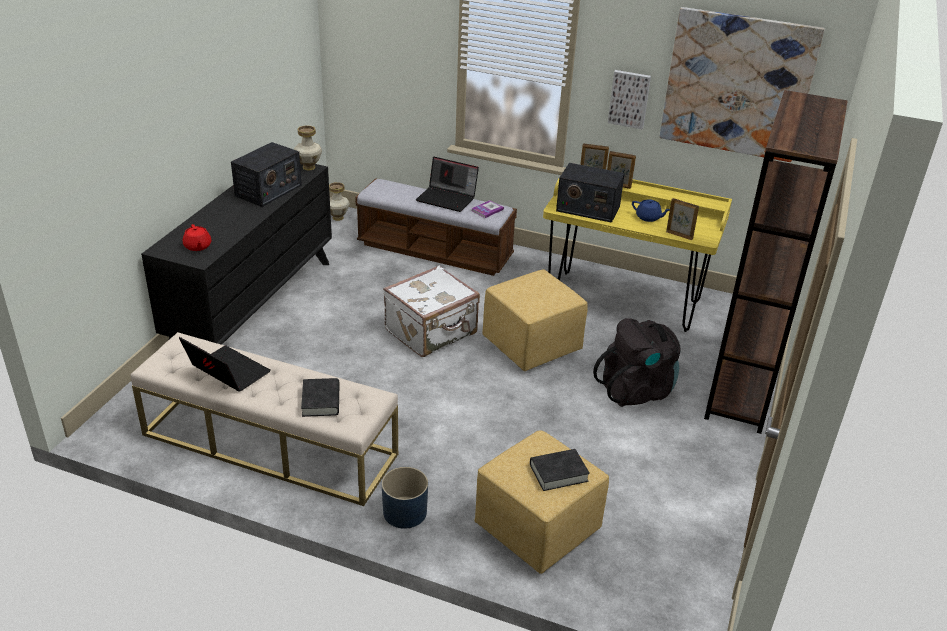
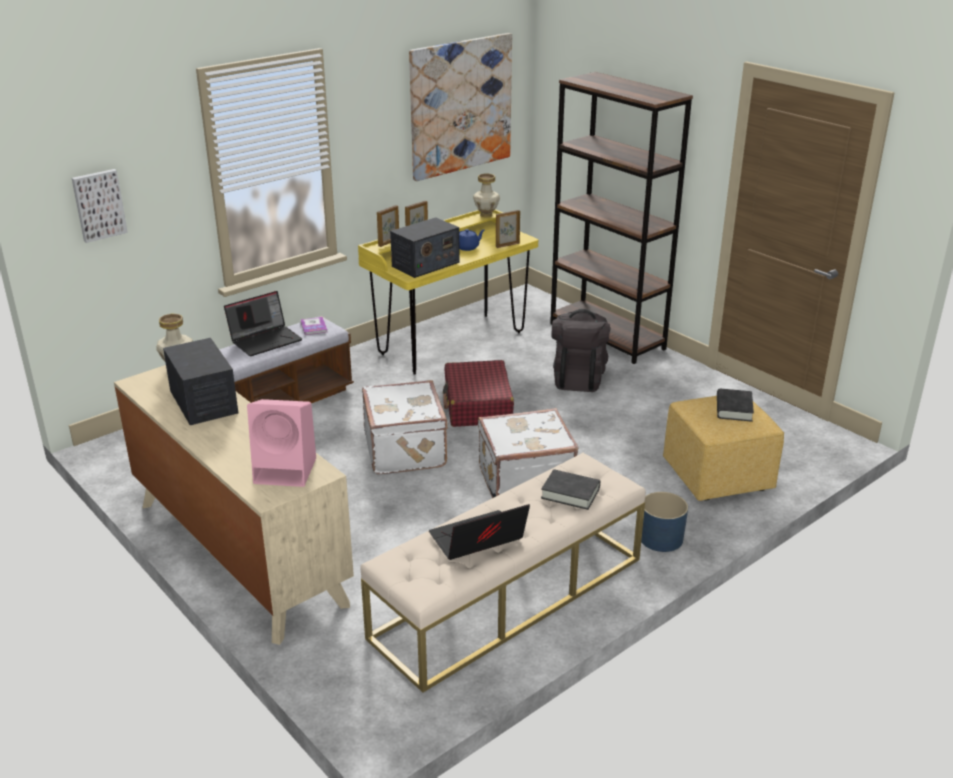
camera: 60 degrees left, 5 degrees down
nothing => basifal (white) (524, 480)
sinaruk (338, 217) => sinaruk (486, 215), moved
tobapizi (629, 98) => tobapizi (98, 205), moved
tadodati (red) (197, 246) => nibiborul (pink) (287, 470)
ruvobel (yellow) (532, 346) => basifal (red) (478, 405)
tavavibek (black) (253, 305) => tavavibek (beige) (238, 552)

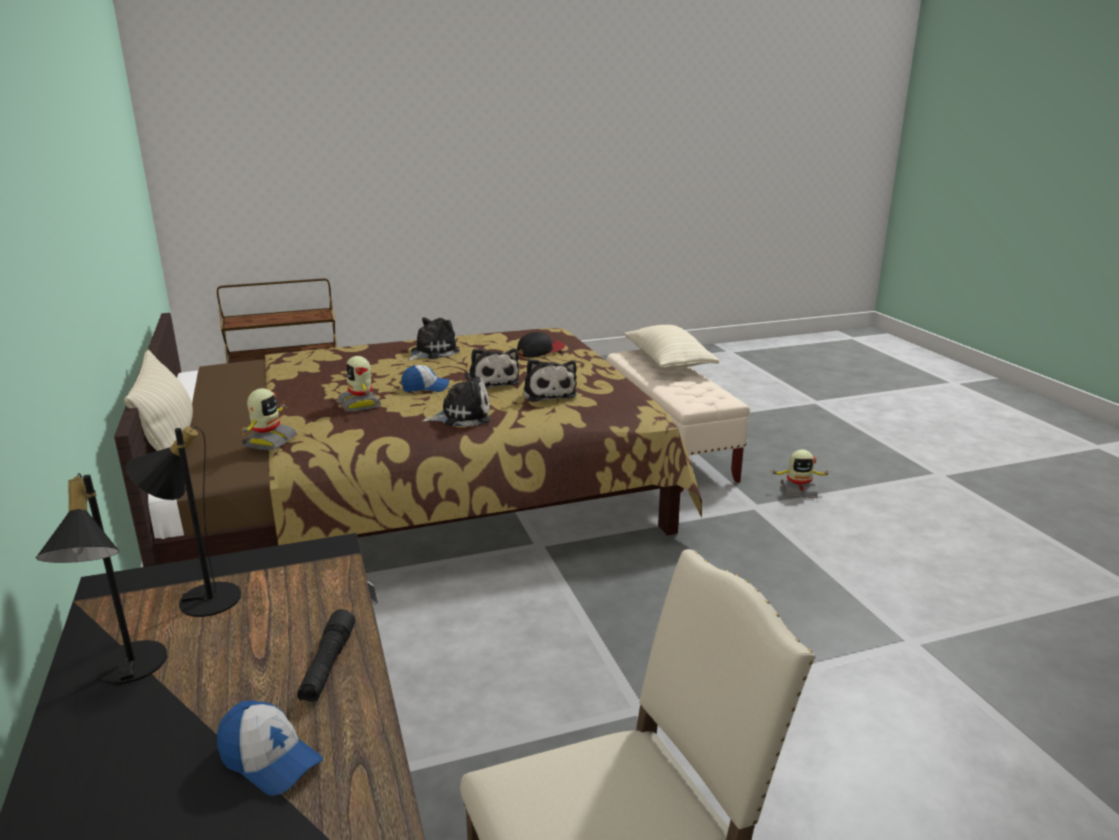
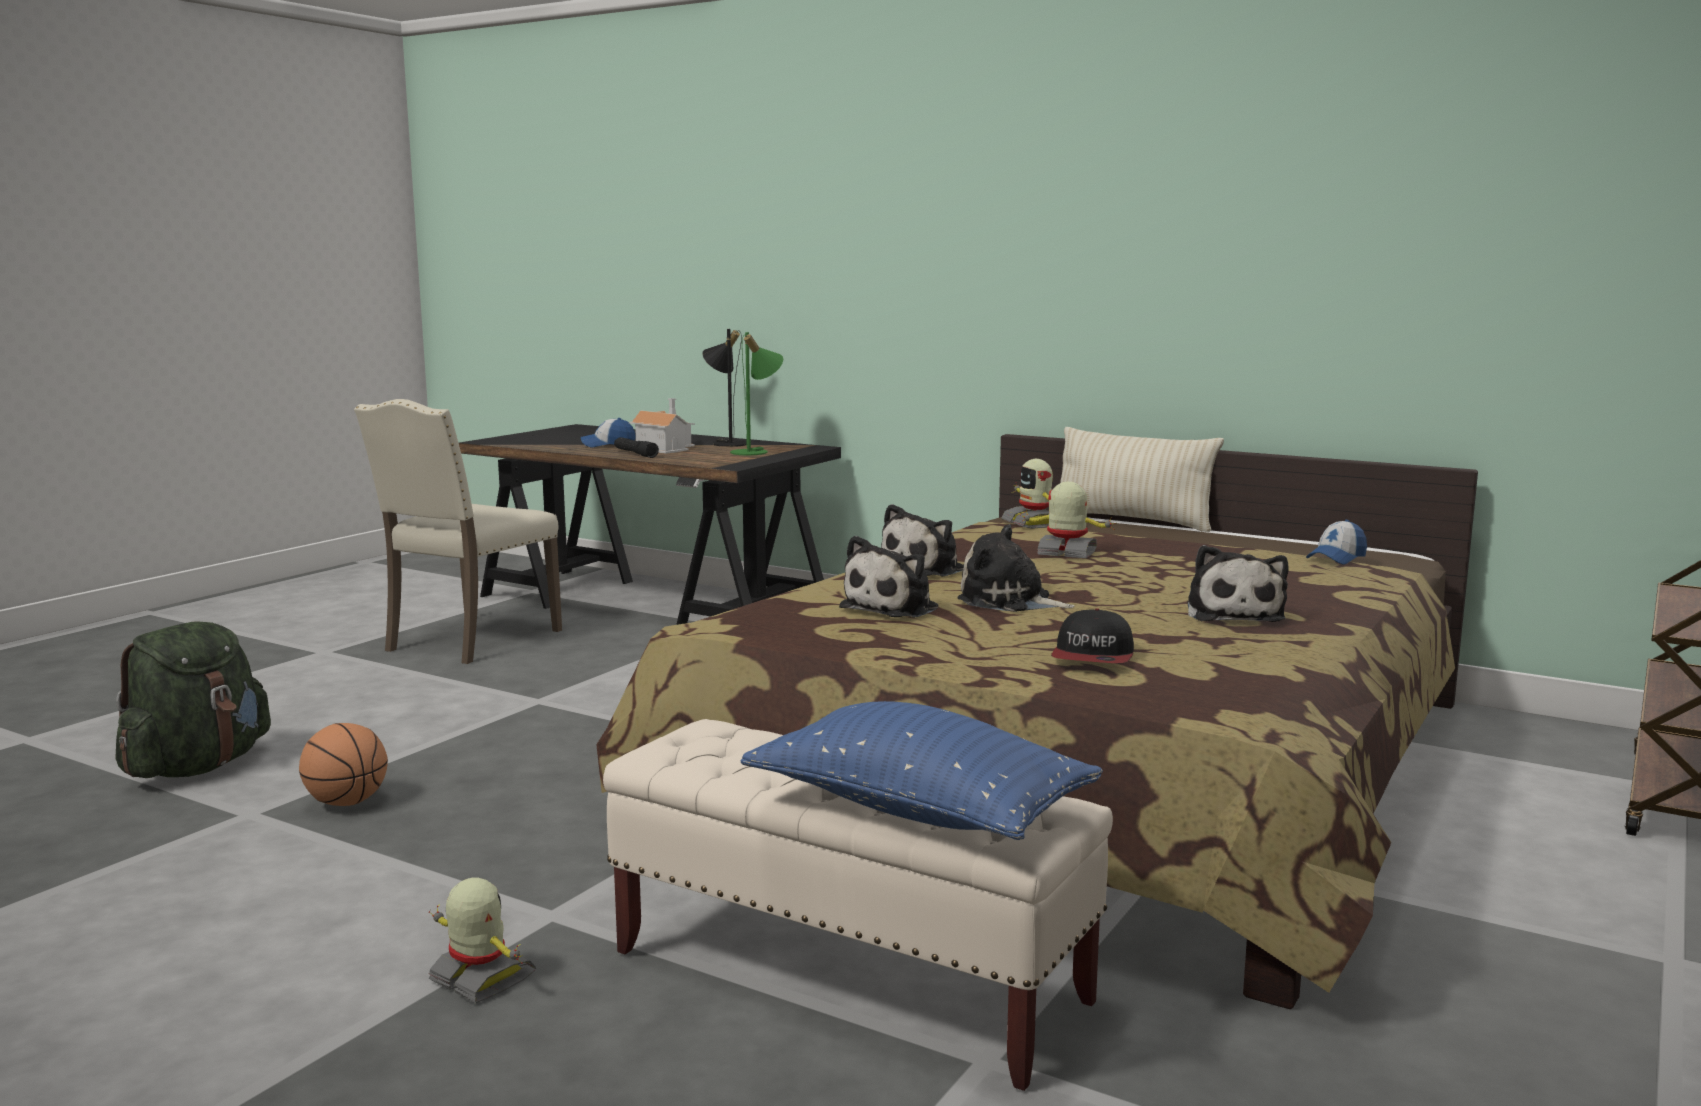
camera: 140 degrees right, 10 degrees down
nothing => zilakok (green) (197, 767)
nothing => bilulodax (347, 803)
nothing => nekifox (664, 448)
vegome (426, 388) => vegome (1336, 558), moved
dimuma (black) (199, 597) => dimuma (green) (756, 452)
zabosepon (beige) (668, 362) => zabosepon (blue) (919, 811)
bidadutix (549, 393) => bidadutix (894, 608), 90 degrees counterclockwise
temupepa (798, 491) => temupepa (480, 979), 75 degrees clockwise

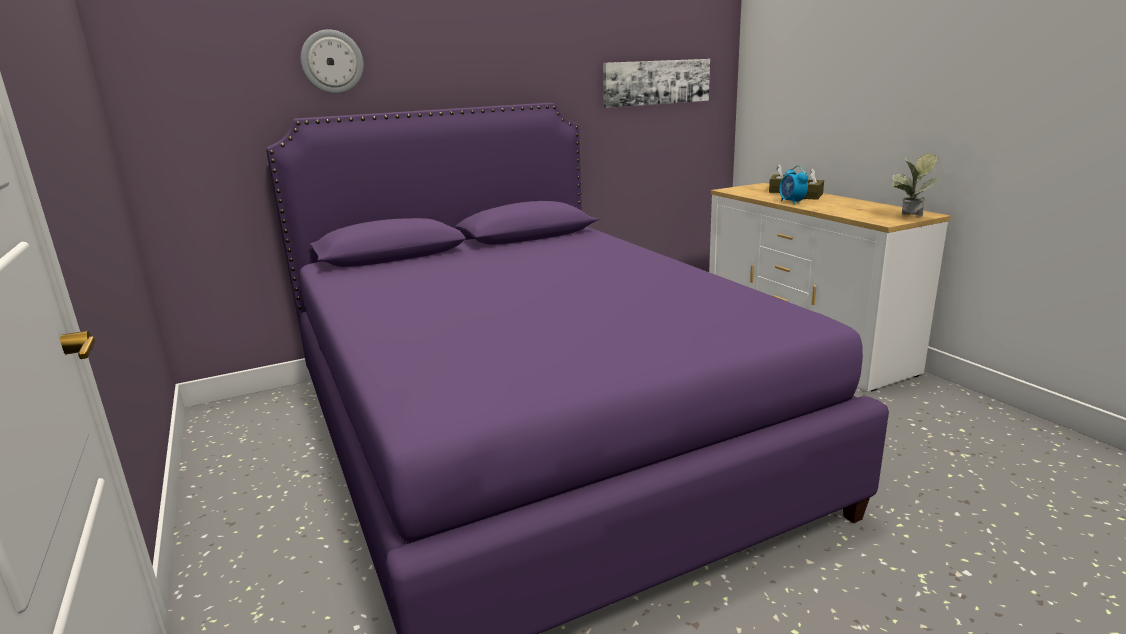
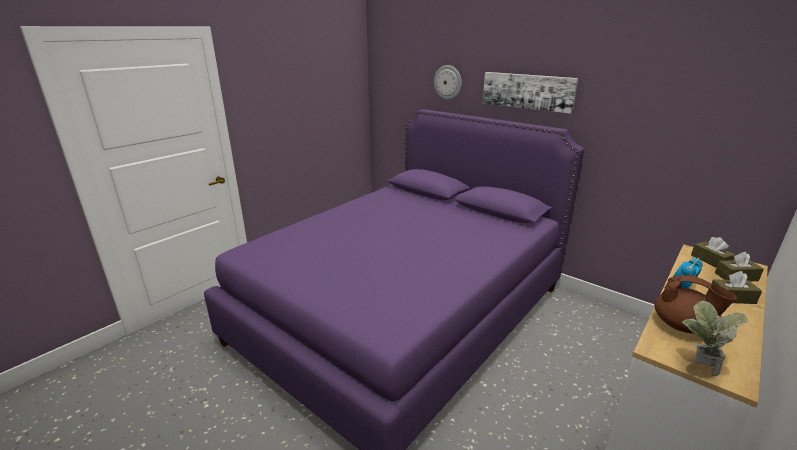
camera: 65 degrees right, 5 degrees up
nothing => tadodati (brown) (682, 326)
nothing => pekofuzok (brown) (710, 260)
tobapizi (656, 82) => tobapizi (527, 91), moved

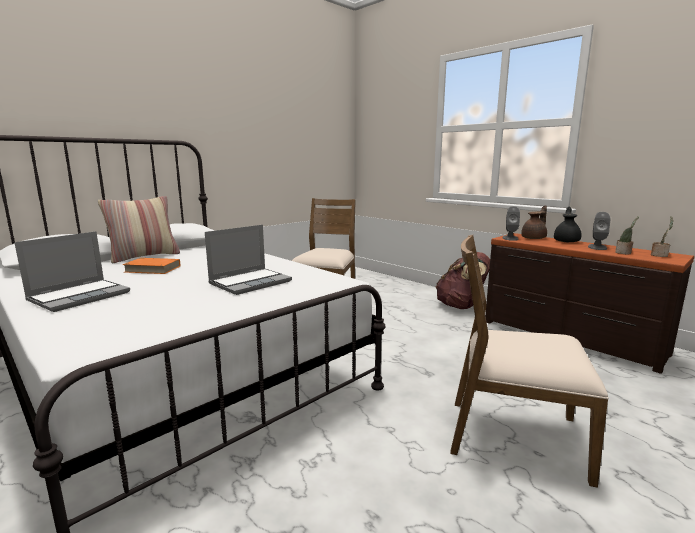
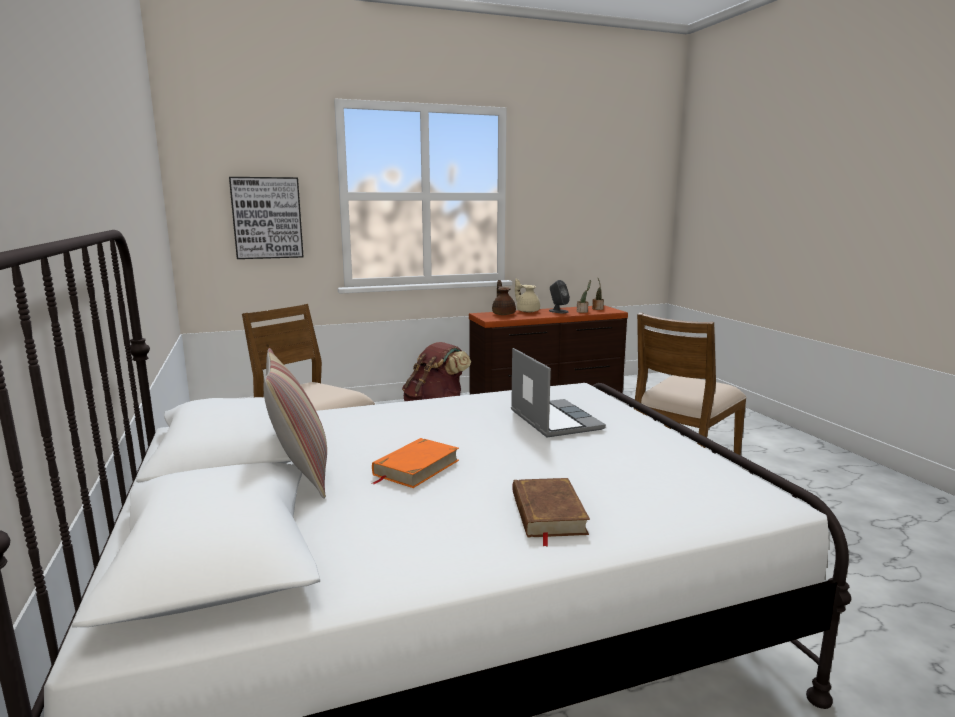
camera: 65 degrees left, 0 degrees up
nibiborul (grey) (510, 238) => nothing
nothing => tobapizi (267, 218)
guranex (80, 296) => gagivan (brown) (547, 513)
tadodati (black) (566, 241) => tadodati (beige) (527, 311)

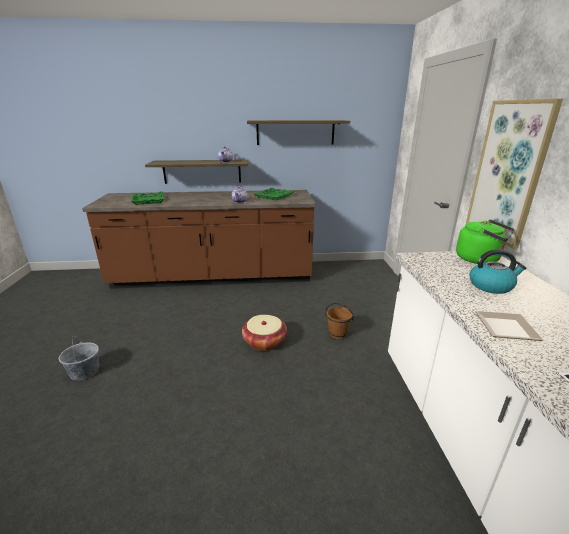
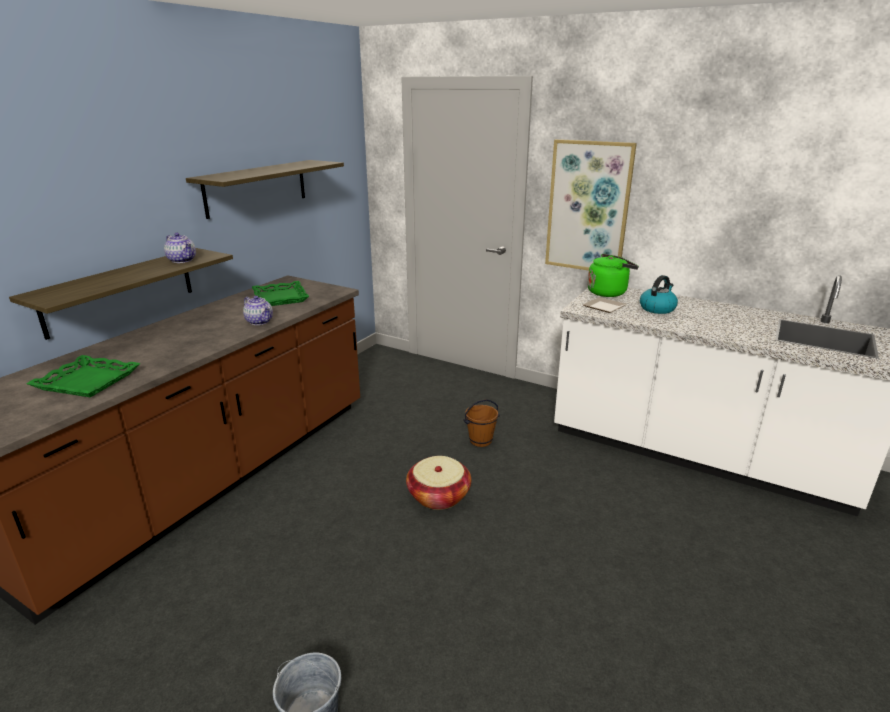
camera: 55 degrees left, 0 degrees up
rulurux (504, 329) => rulurux (604, 307), moved

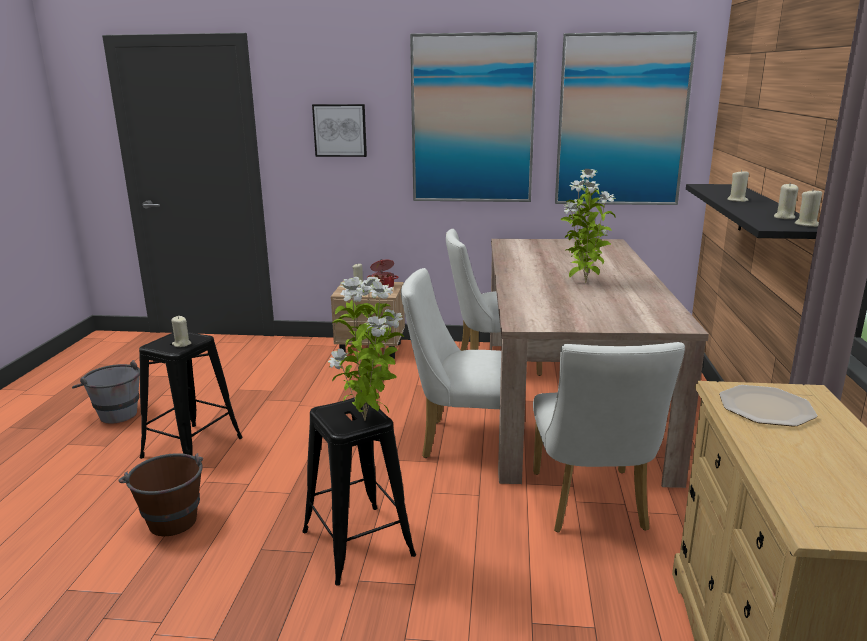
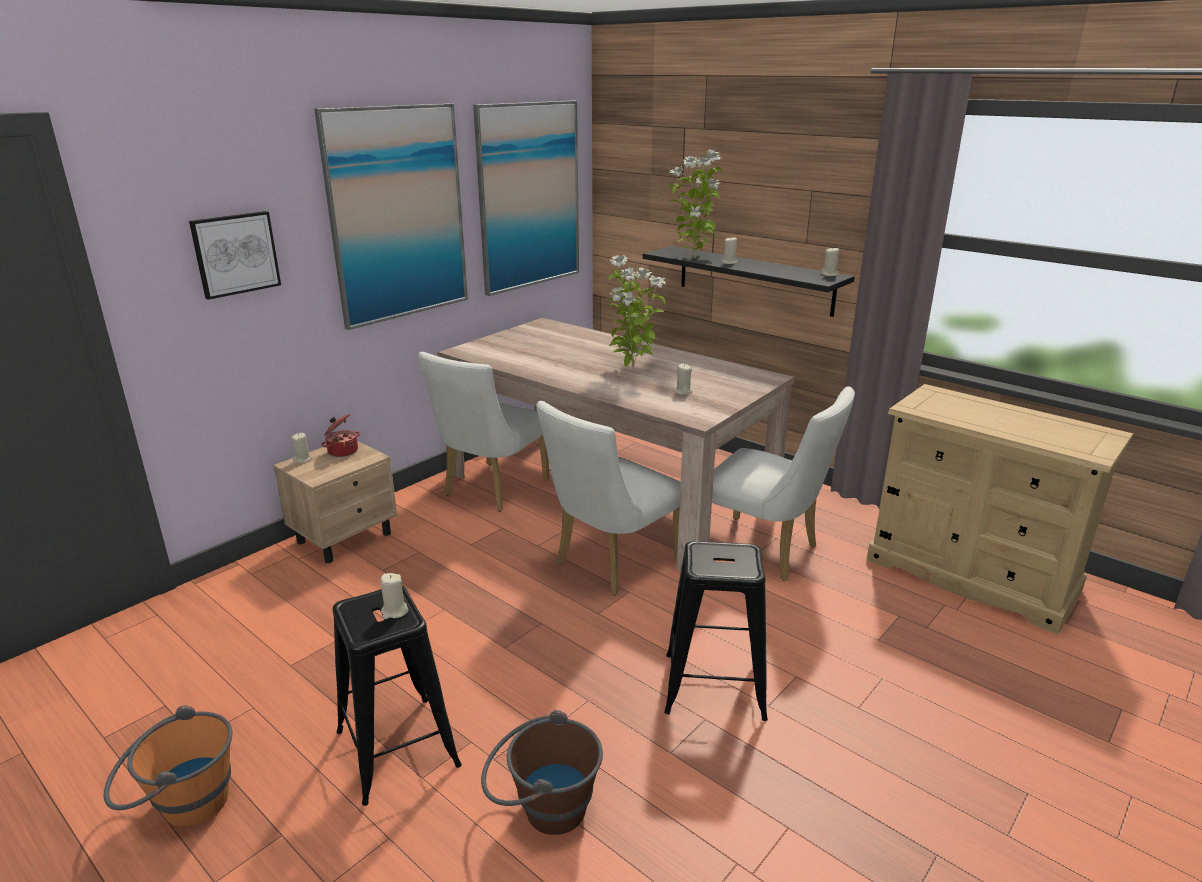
camera: 55 degrees left, 5 degrees up
rulurux (766, 407) => nothing
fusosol (367, 420) => fusosol (693, 257), moved
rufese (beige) (784, 217) => rufese (beige) (682, 392), moved
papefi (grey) (114, 413) => papefi (orange) (182, 805)

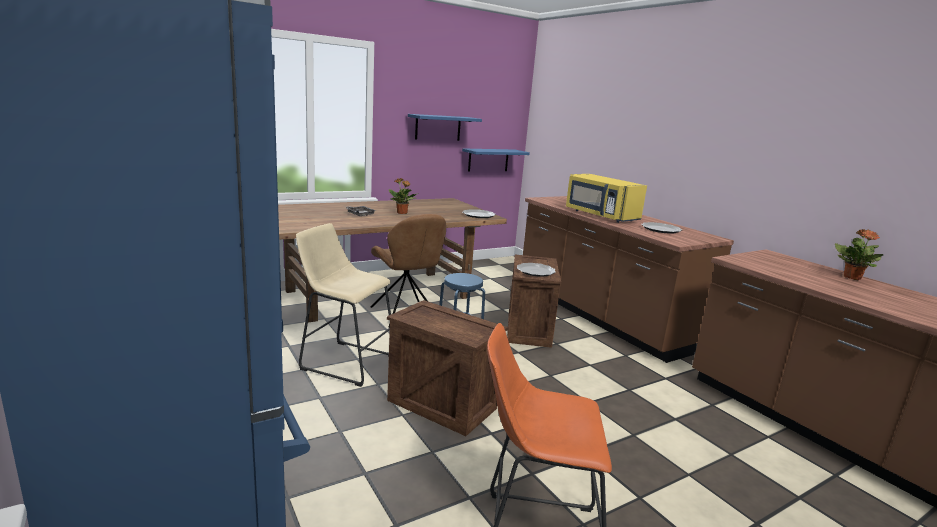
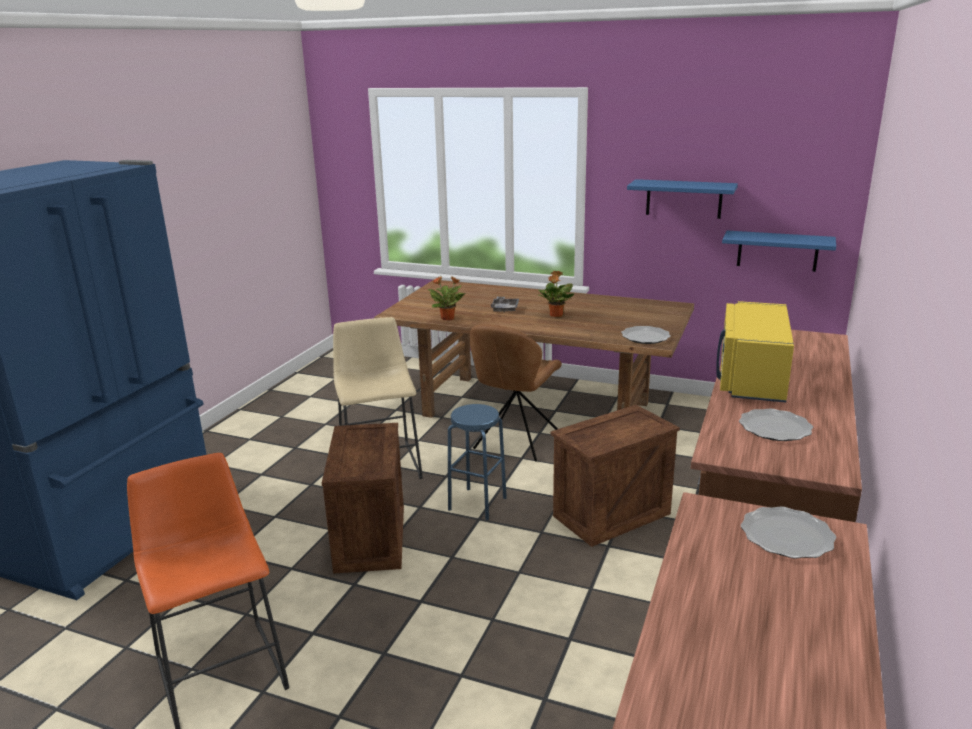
camera: 55 degrees right, 5 degrees up
rulurux (535, 271) => rulurux (786, 536), moved
fusosol (852, 277) => fusosol (448, 318), moved

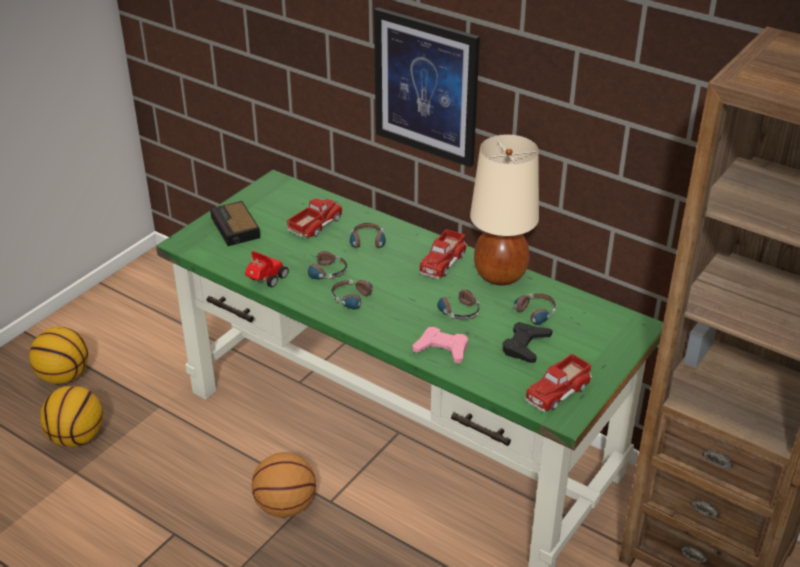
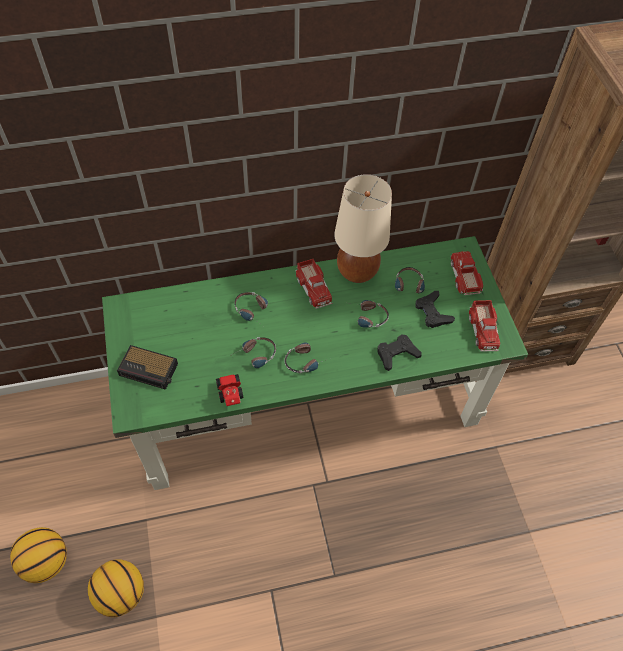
camera: 50 degrees left, 20 degrees up
bilulodax (285, 506) => nothing
tobapizi (426, 87) => nothing
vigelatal (315, 225) => vigelatal (464, 276), moved
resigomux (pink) (442, 349) => resigomux (black) (397, 354)

